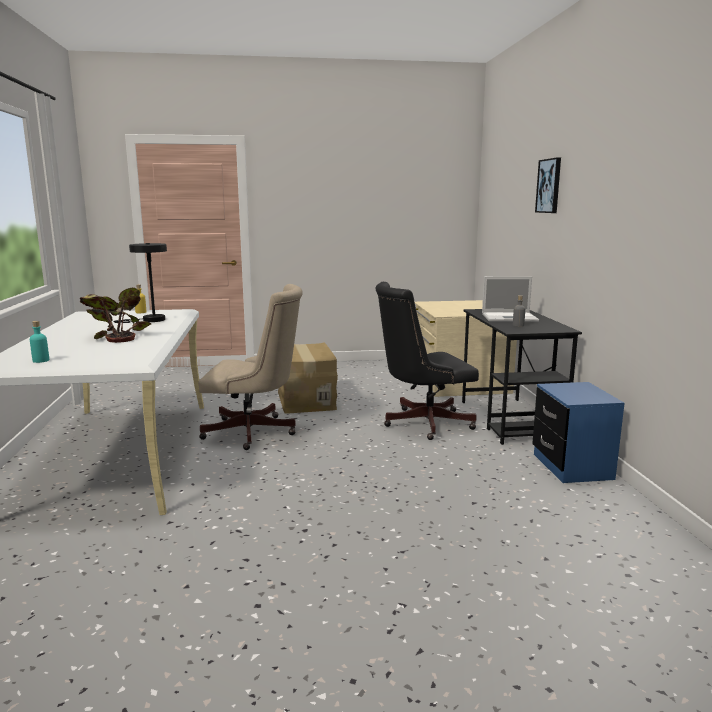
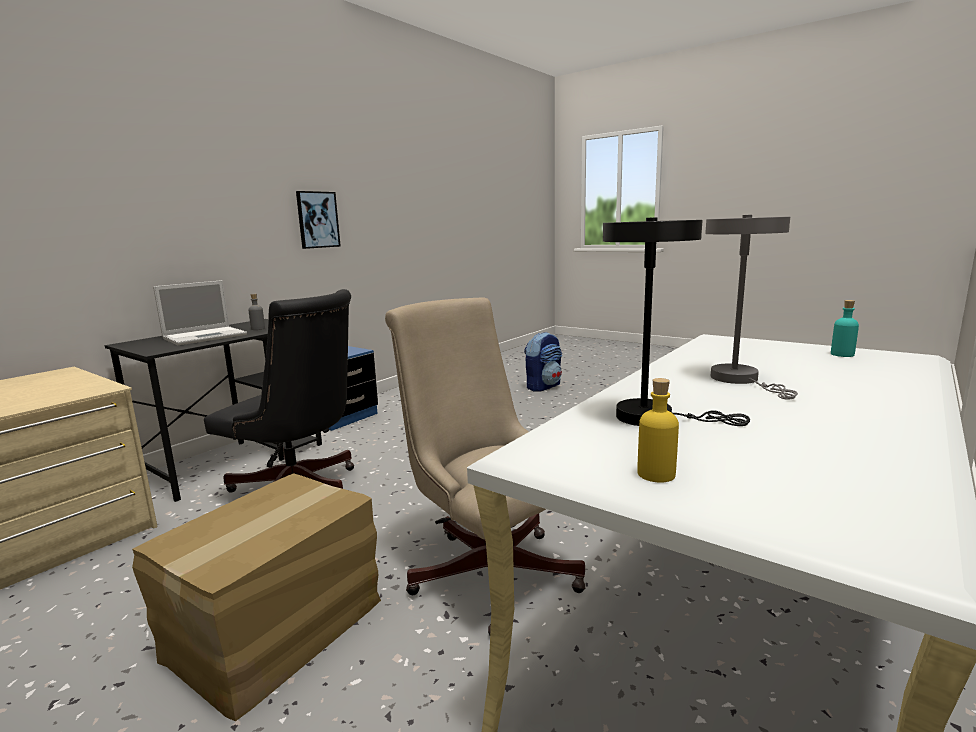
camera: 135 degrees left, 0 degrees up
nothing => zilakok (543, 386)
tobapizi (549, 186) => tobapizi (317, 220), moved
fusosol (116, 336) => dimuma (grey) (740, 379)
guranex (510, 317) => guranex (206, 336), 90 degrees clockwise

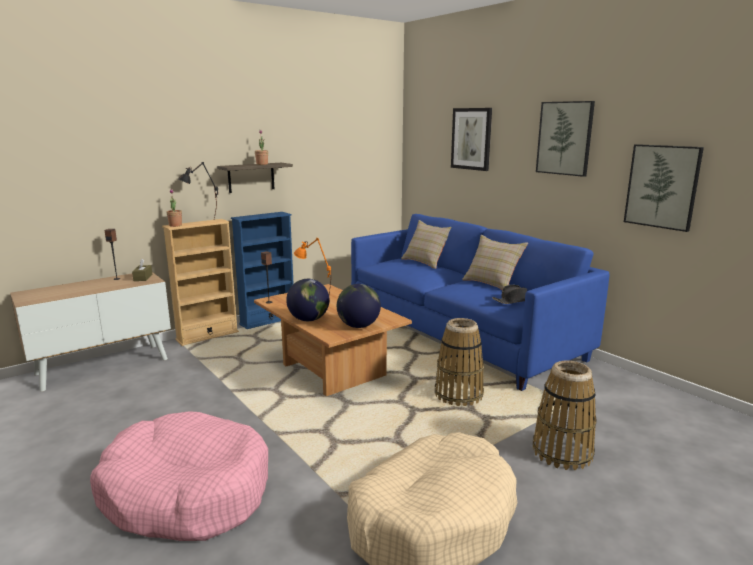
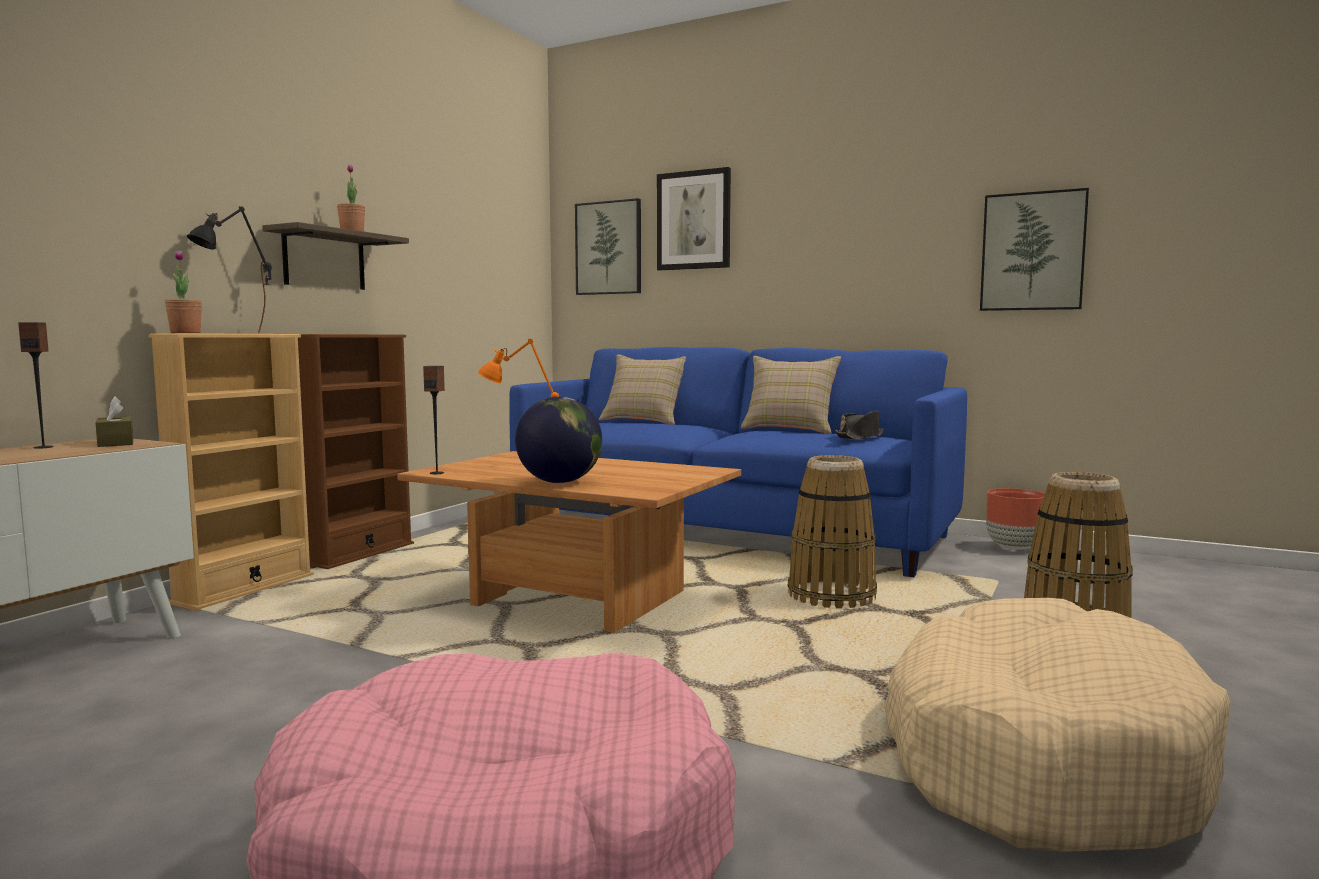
camera: 25 degrees left, 10 degrees down
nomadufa (358, 326) => nothing
nothing => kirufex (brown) (1014, 547)
tobapizi (565, 138) => tobapizi (609, 248), moved
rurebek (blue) (268, 321) => rurebek (brown) (359, 554)

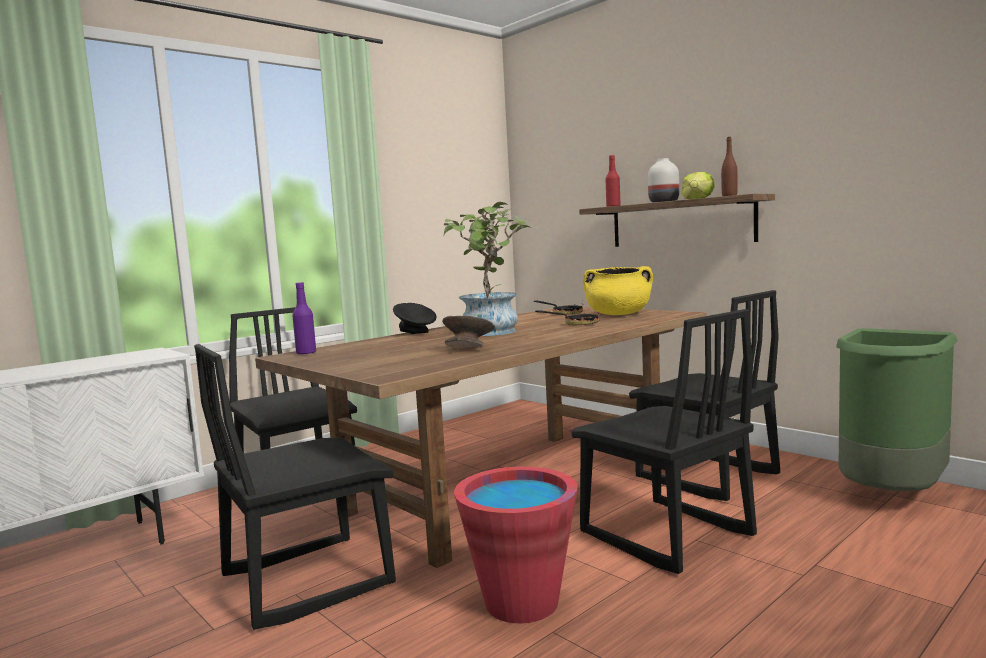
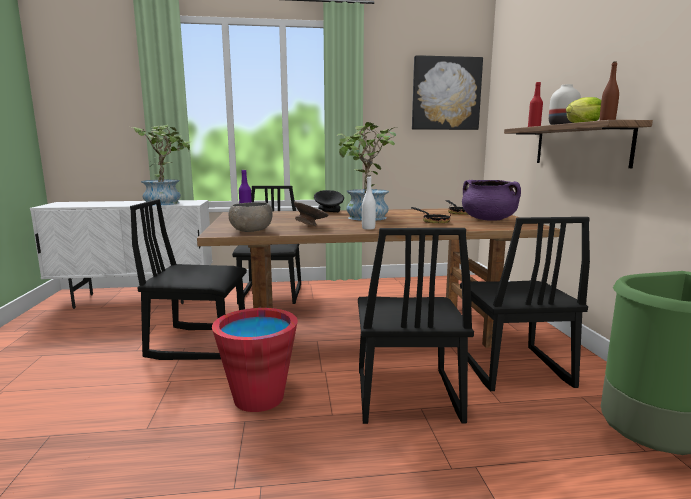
camera: 35 degrees right, 5 degrees up
nothing => fusosol (167, 202)
nothing => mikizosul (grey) (252, 230)
nothing => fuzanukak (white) (368, 228)
nothing => tobapizi (446, 94)
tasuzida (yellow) (618, 314) => tasuzida (purple) (488, 219)

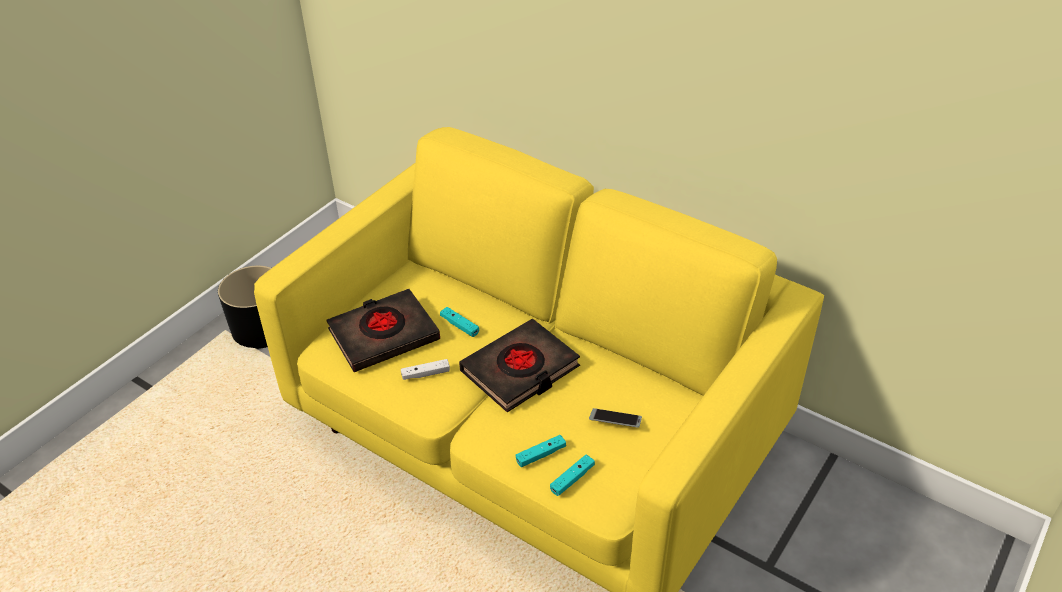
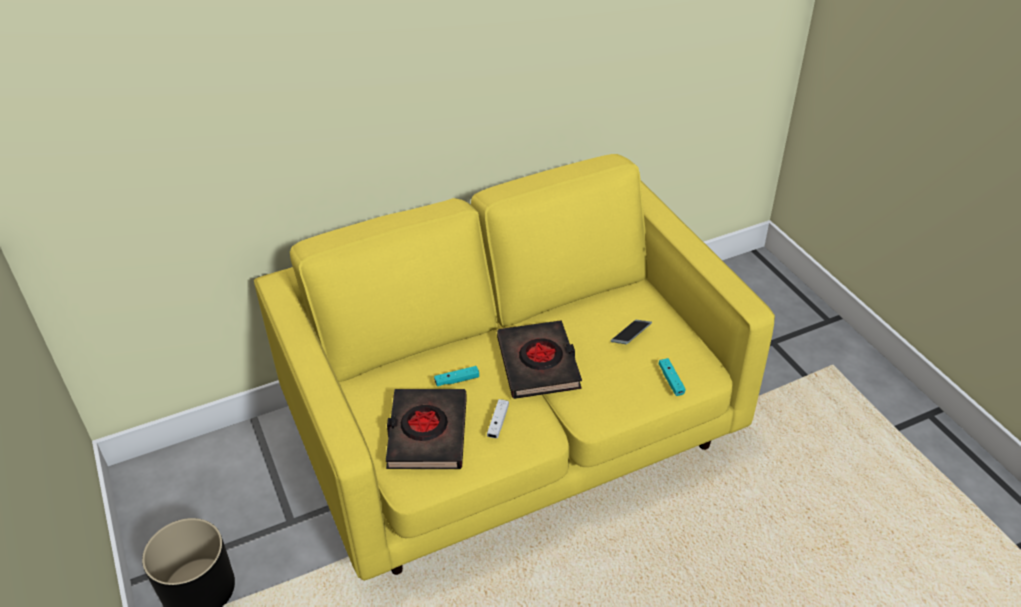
camera: 60 degrees left, 0 degrees up
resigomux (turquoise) (541, 455) => nothing

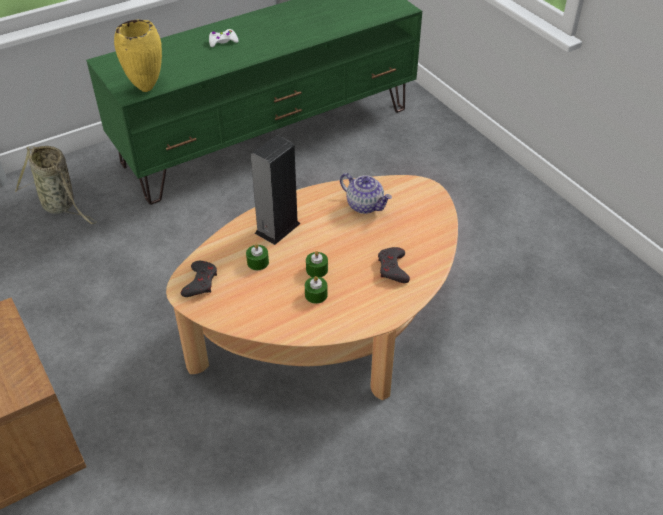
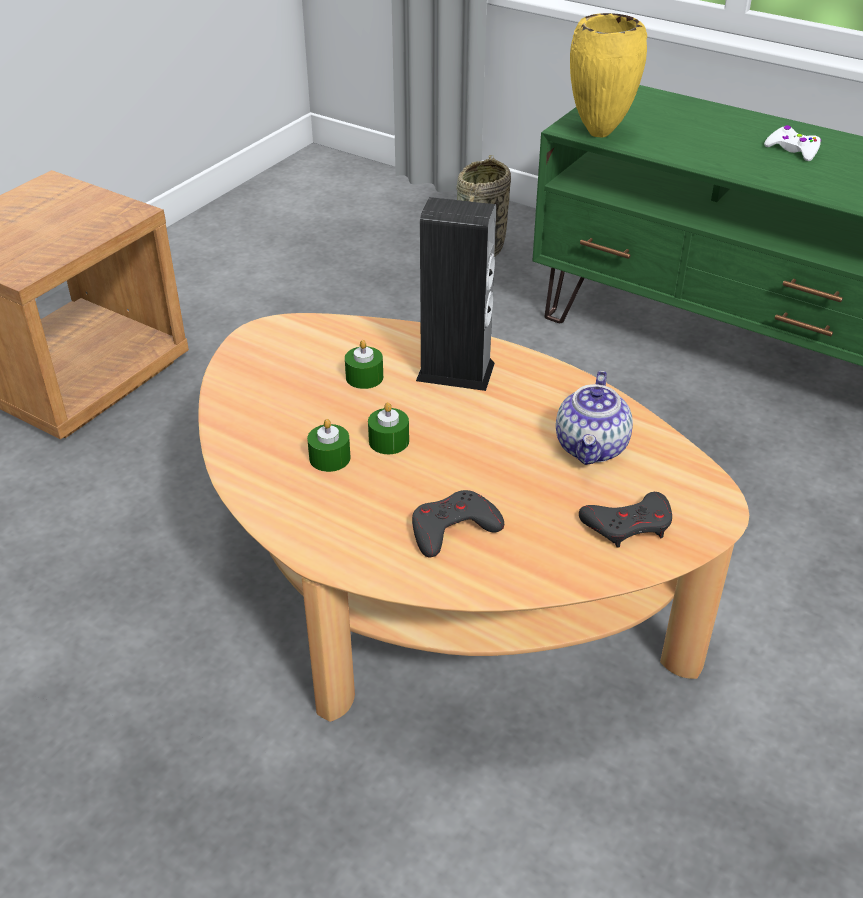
camera: 65 degrees right, 5 degrees down
resigomux (grey) (200, 282) => resigomux (grey) (628, 525), moved

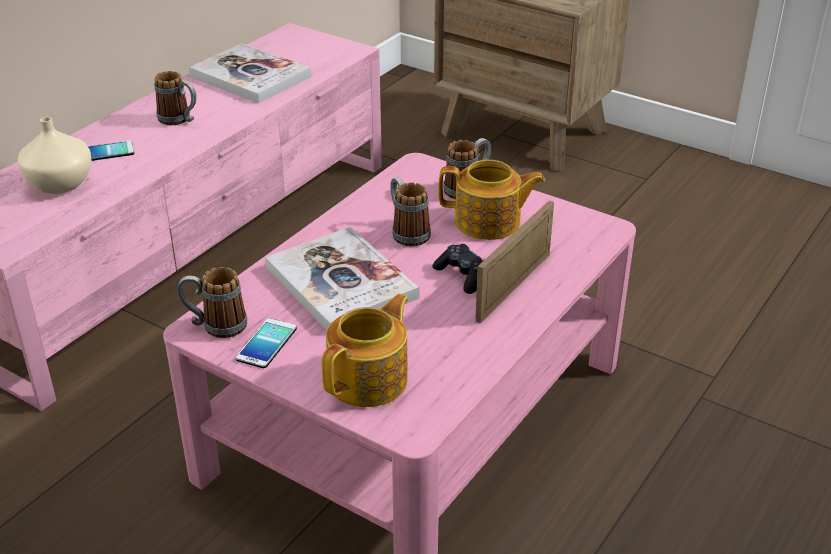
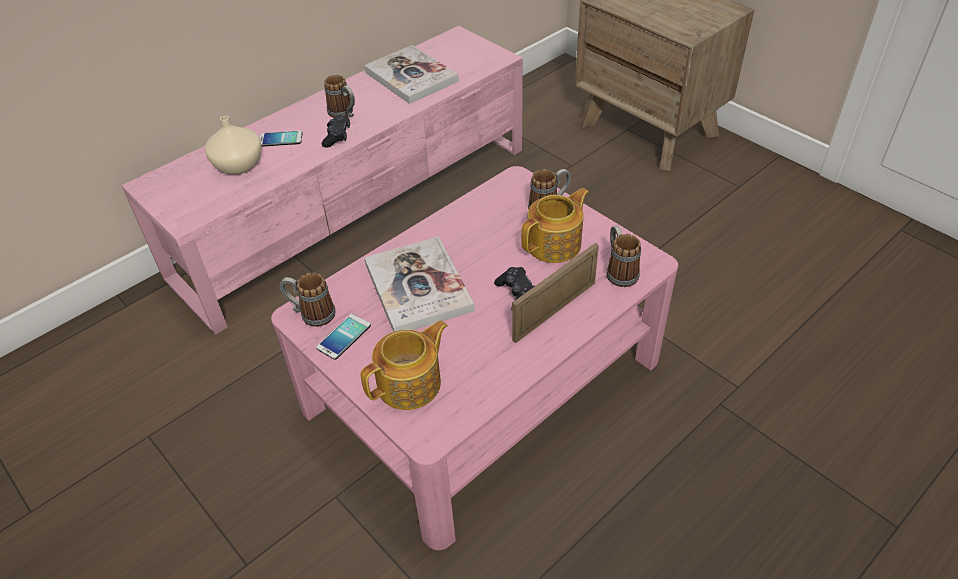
camera: 15 degrees right, 10 degrees up
nothing => resigomux (black) (337, 136)
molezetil (407, 232) => molezetil (619, 271), moved
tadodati (489, 222) => tadodati (555, 244), 60 degrees counterclockwise

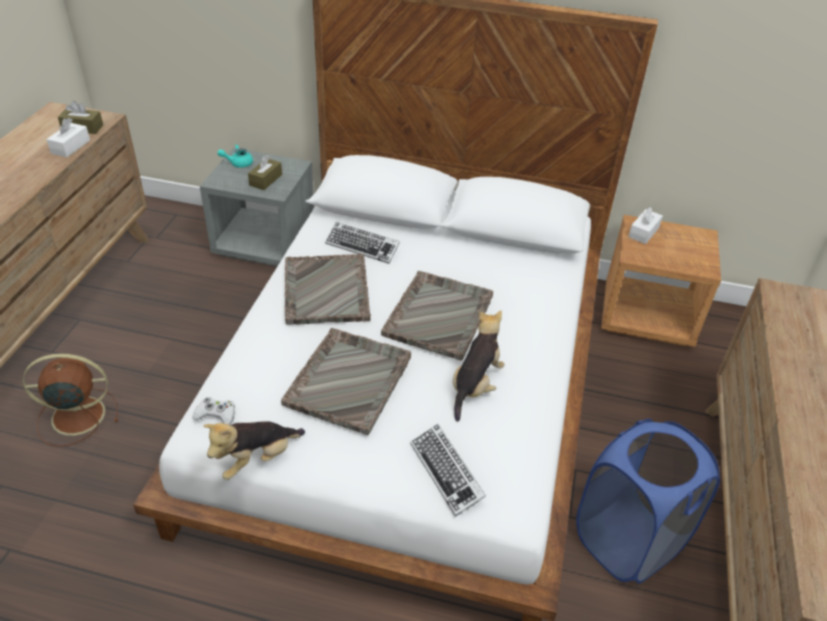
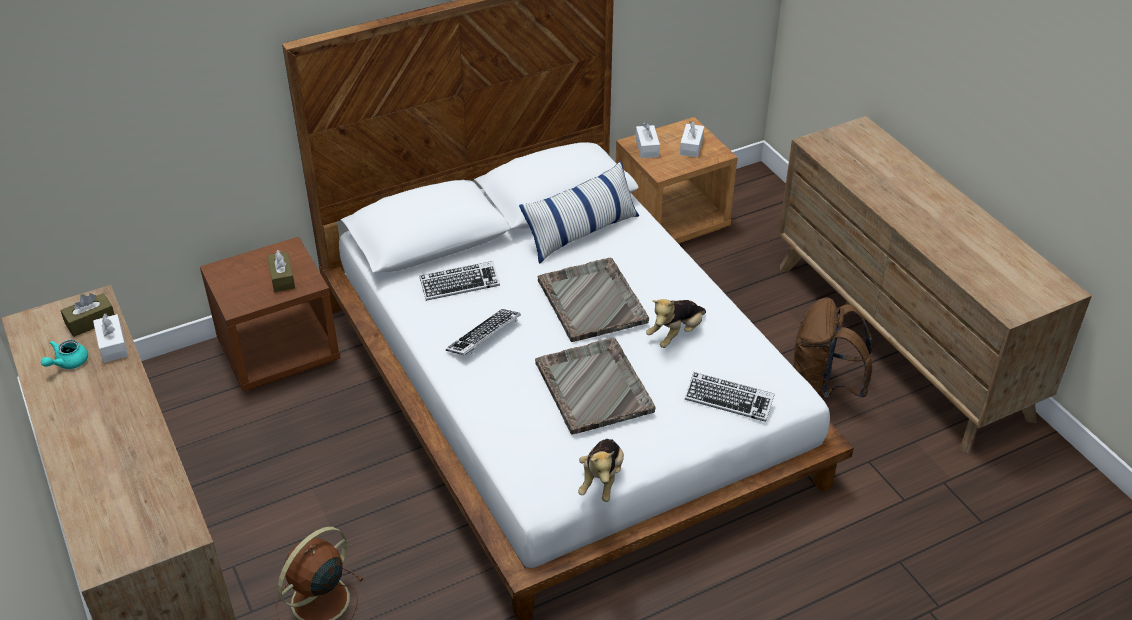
camera: 40 degrees left, 0 degrees up
resigomux (white) (216, 414) => nothing
nothing => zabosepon (581, 232)
nothing => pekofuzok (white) (691, 146)
tadodati (turquoise) (238, 163) => tadodati (turquoise) (68, 363), moved
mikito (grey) (326, 291) => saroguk (484, 336)
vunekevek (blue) (628, 541) => zilakok (brown) (823, 391)
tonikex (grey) (265, 243) => tonikex (brown) (279, 351)
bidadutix (475, 385) => bidadutix (676, 334), 120 degrees counterclockwise

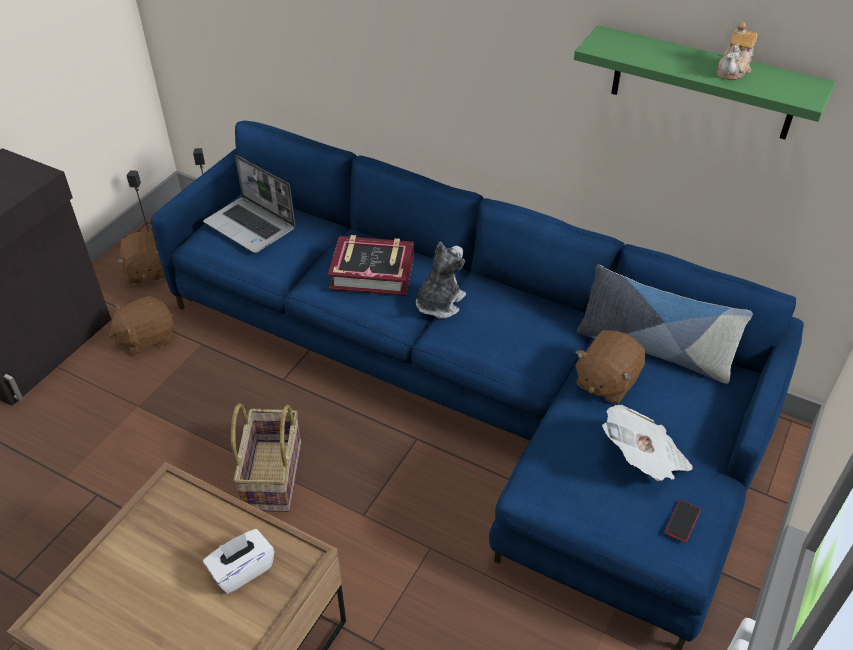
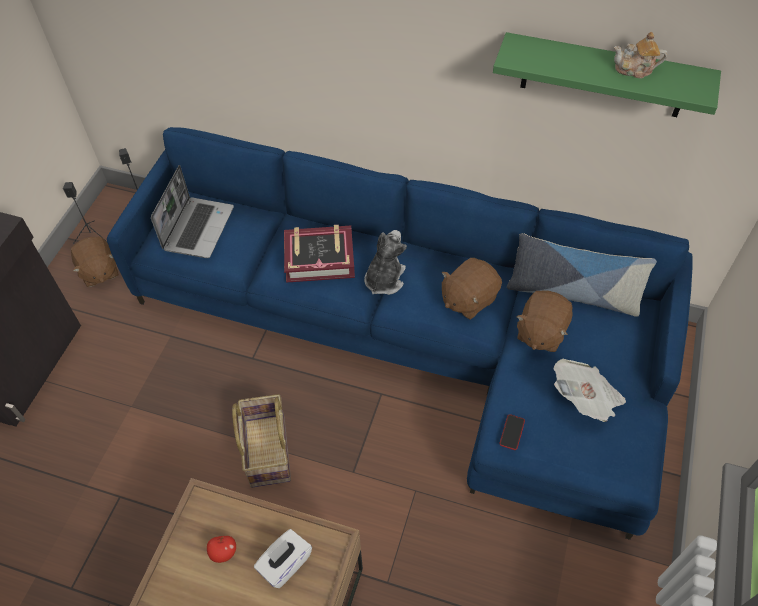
camera: 10 degrees left, 10 degrees up
nothing => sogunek (223, 552)
bidadutix (brown) (146, 338) => bidadutix (brown) (468, 299), moved
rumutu (682, 521) => rumutu (512, 432), moved
guranex (251, 226) => guranex (198, 228), 105 degrees counterclockwise
tadodati (734, 70) => tadodati (635, 69), 75 degrees clockwise

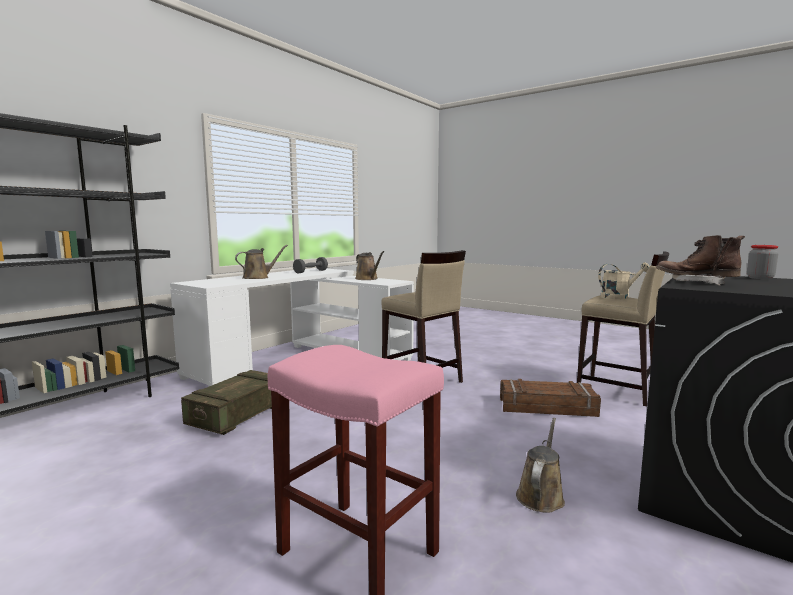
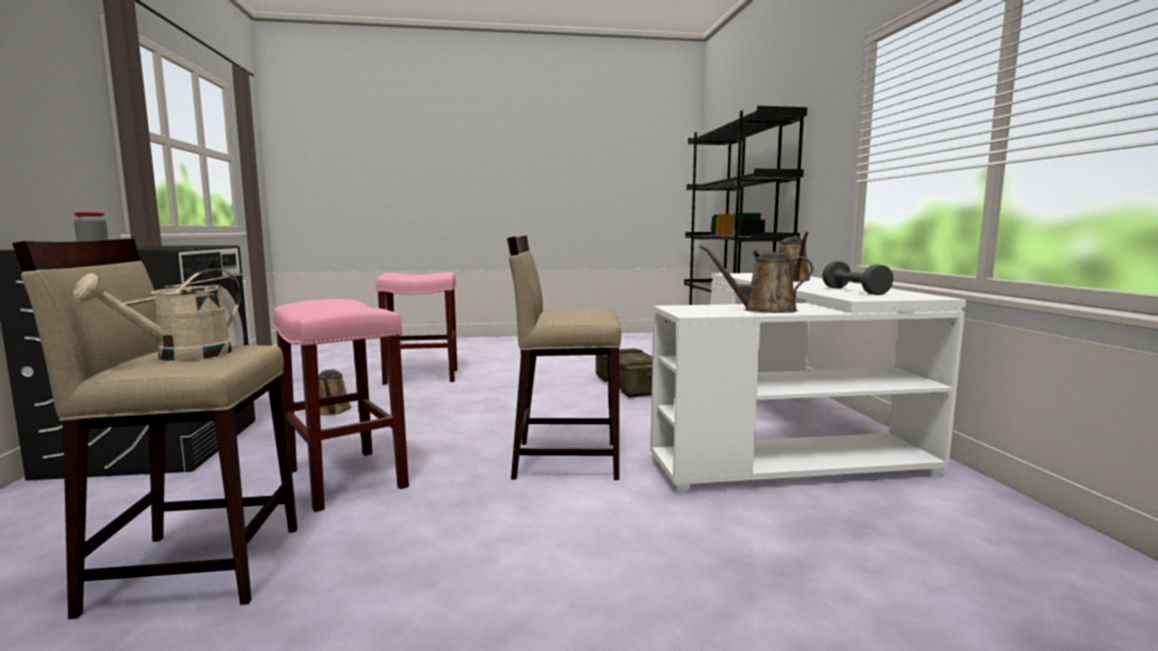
camera: 135 degrees right, 0 degrees up
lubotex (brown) (696, 282) => nothing
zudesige (546, 407) => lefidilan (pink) (347, 479)

